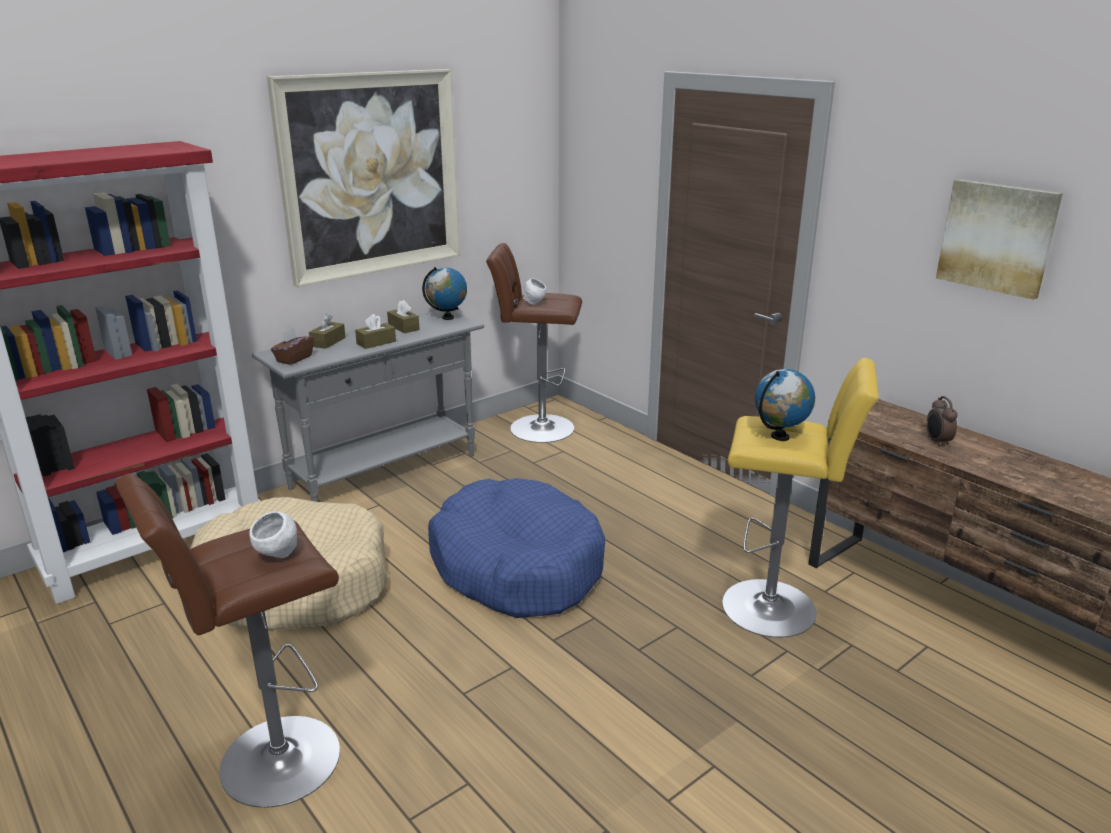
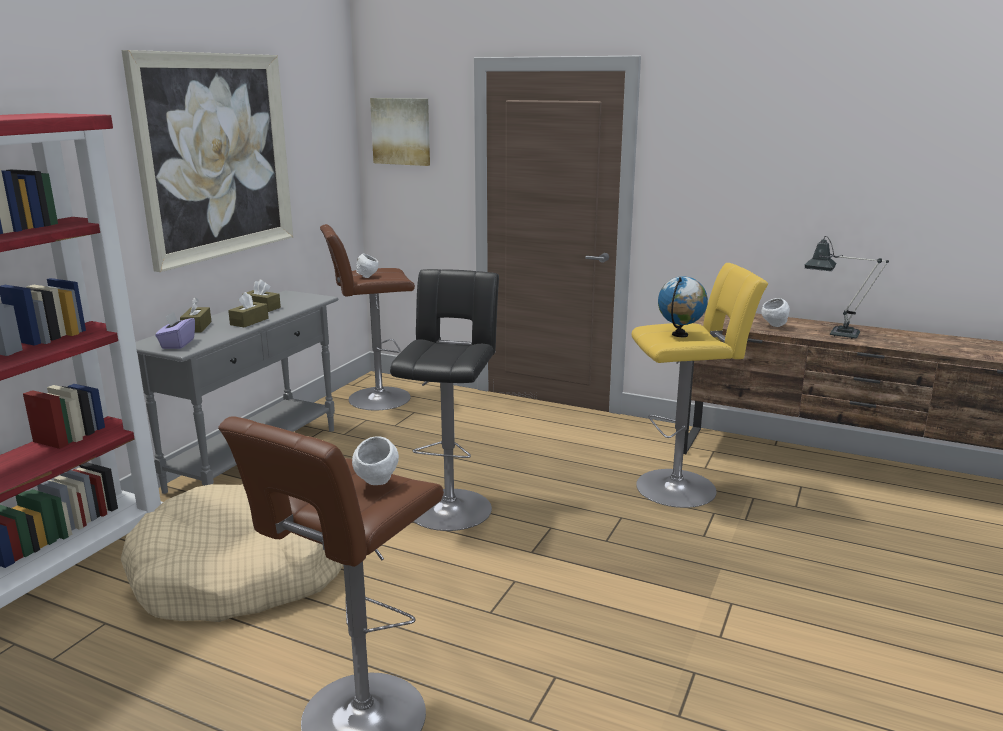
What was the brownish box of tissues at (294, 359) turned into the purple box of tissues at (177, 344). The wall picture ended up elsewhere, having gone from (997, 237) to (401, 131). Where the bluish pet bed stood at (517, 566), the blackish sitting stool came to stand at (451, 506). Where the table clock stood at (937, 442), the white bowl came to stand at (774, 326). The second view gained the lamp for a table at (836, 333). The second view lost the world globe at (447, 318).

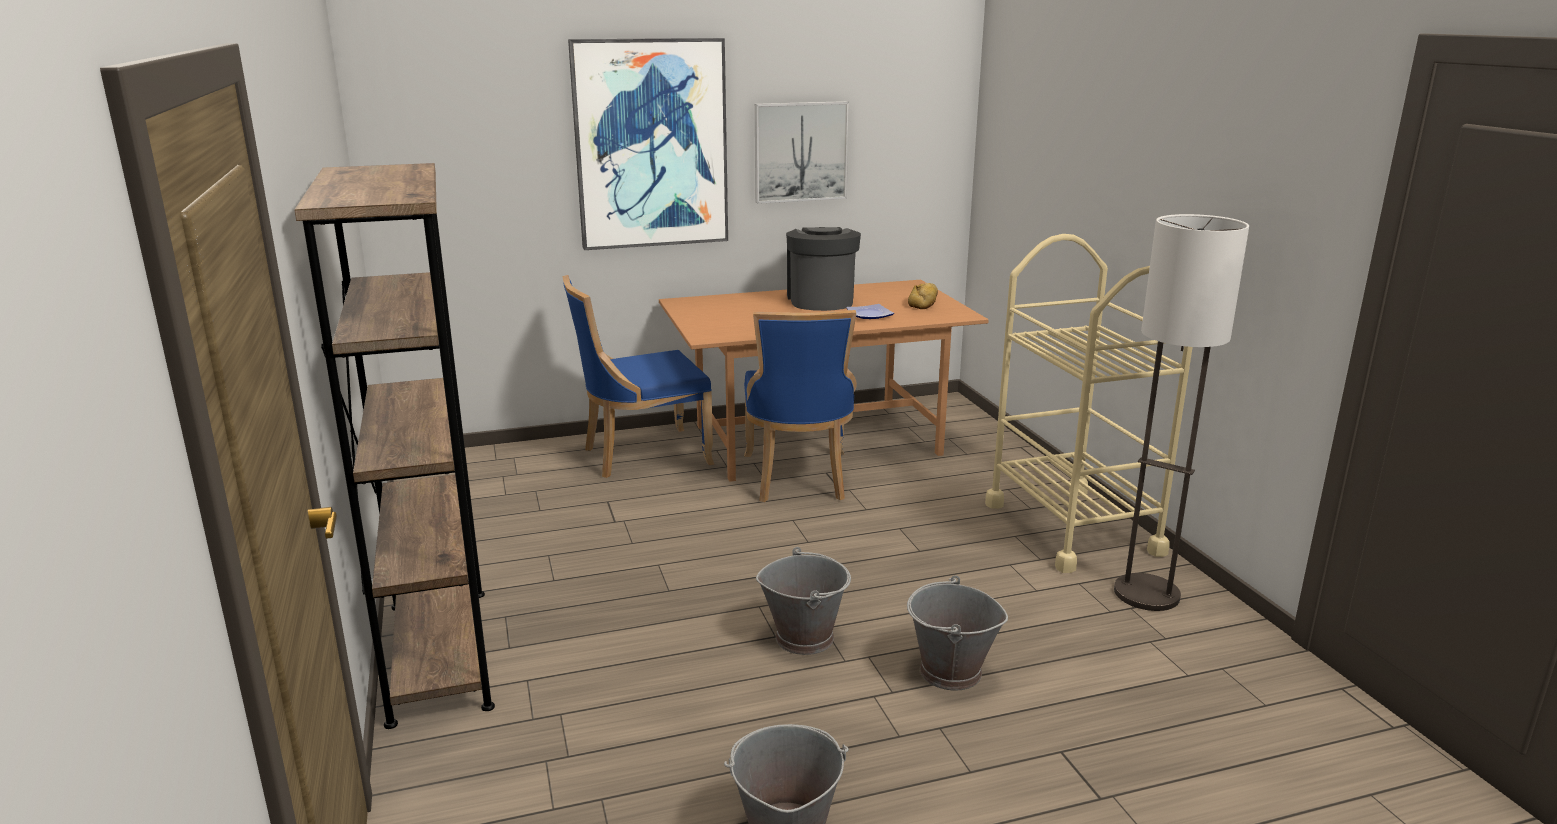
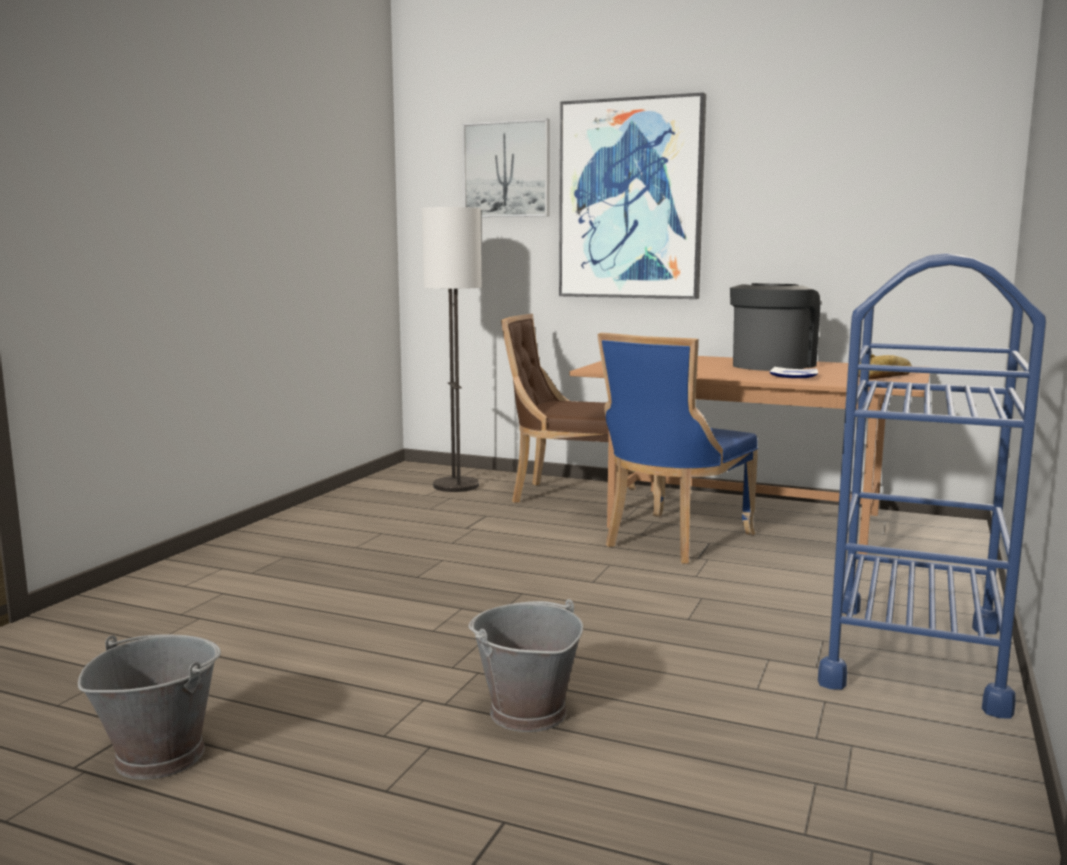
The standard lamp ended up elsewhere, having gone from (1147, 594) to (456, 486). The wall picture ended up elsewhere, having gone from (800, 152) to (507, 169). What was the bluish plain chair at (641, 455) turned into the brownish plain chair at (568, 496). What was the sand-coloured cart at (1072, 528) turned into the bluish cart at (914, 655). The second view lost the brownish bookshelf at (439, 653). The second view lost the grey water bucket at (805, 637).

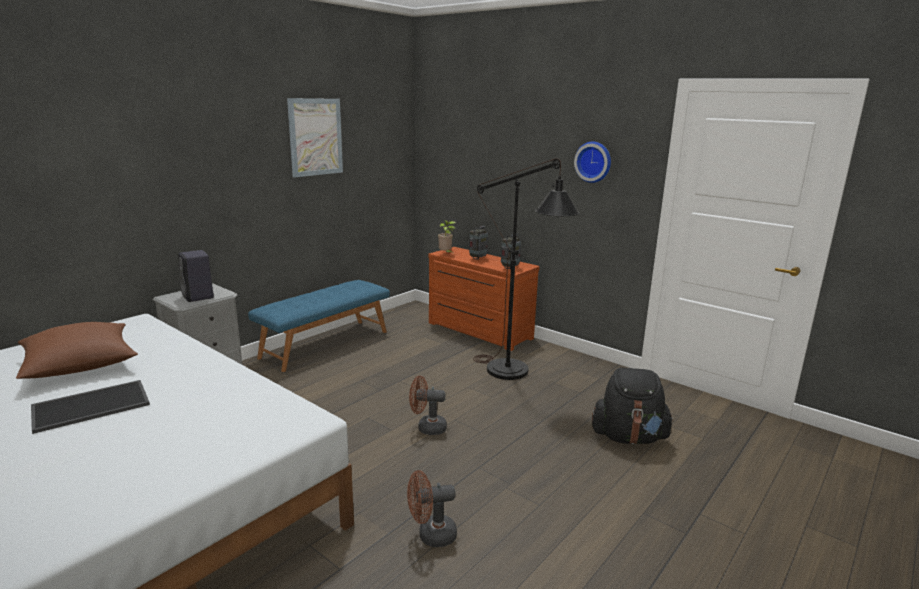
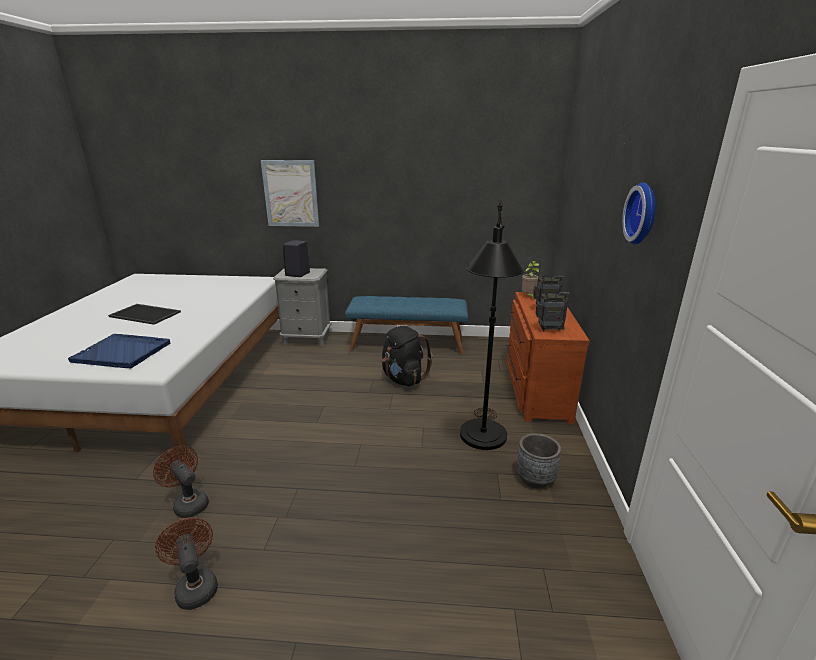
The second view gained the bluish carrying tray at (122, 352). The brownish cooling fan ended up elsewhere, having gone from (427, 428) to (195, 586). The wall picture ended up elsewhere, having gone from (315, 137) to (291, 193). The blackish knapsack ended up elsewhere, having gone from (629, 437) to (403, 379). The second view gained the grey planter at (535, 479). The second view lost the brownish pillow at (79, 365).

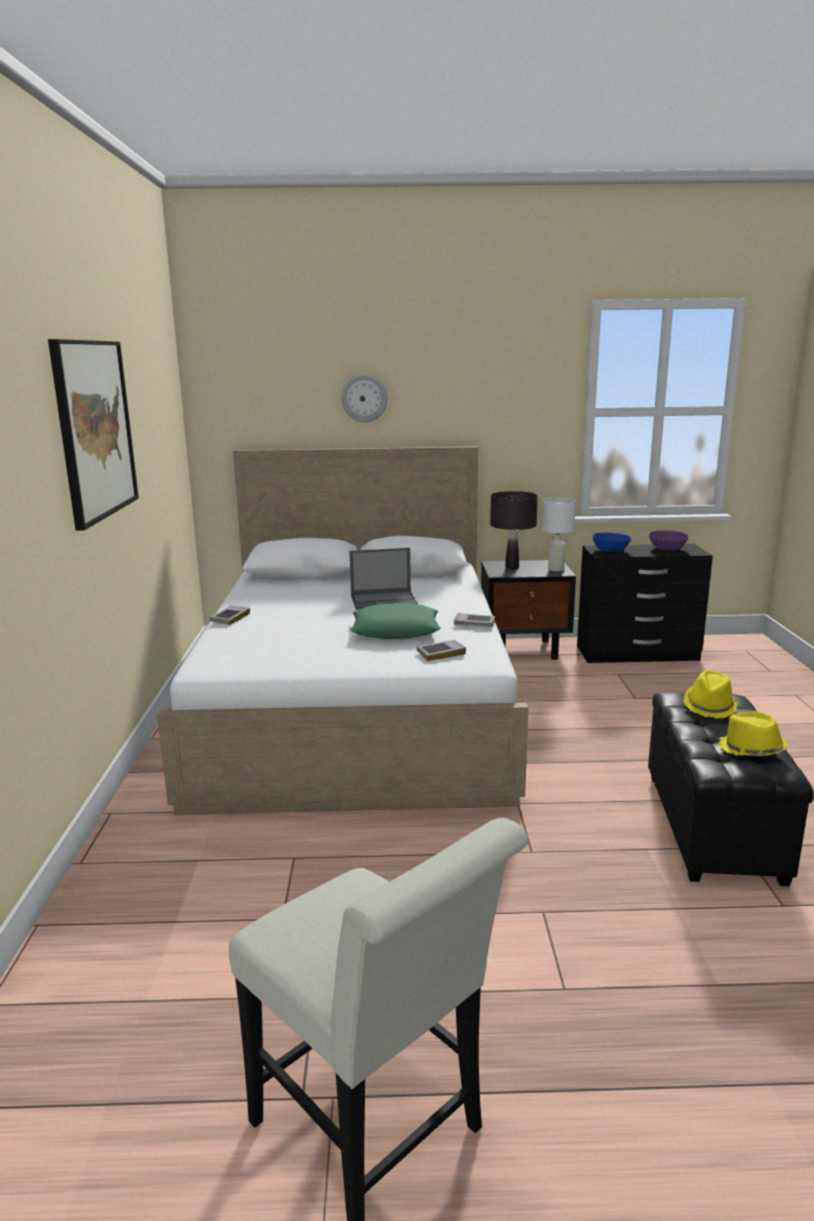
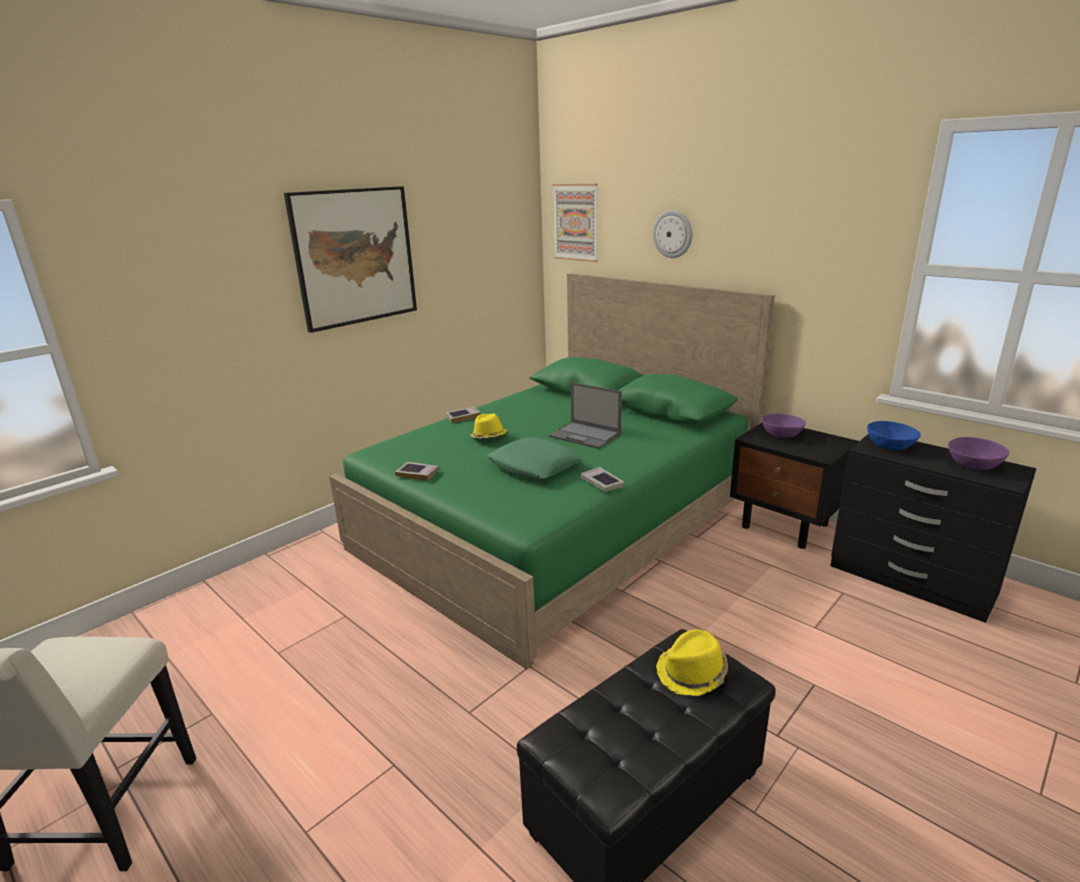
What was the white bed at (357, 707) turned into the green bed at (558, 522). The book ended up elsewhere, having gone from (441, 653) to (417, 474). The yellow hat ended up elsewhere, having gone from (751, 750) to (488, 437). The second view gained the wall picture at (576, 222). Where the blackish lamp for a table stood at (511, 567), the purple bowl came to stand at (781, 434). The second view lost the white lamp for a table at (556, 569).

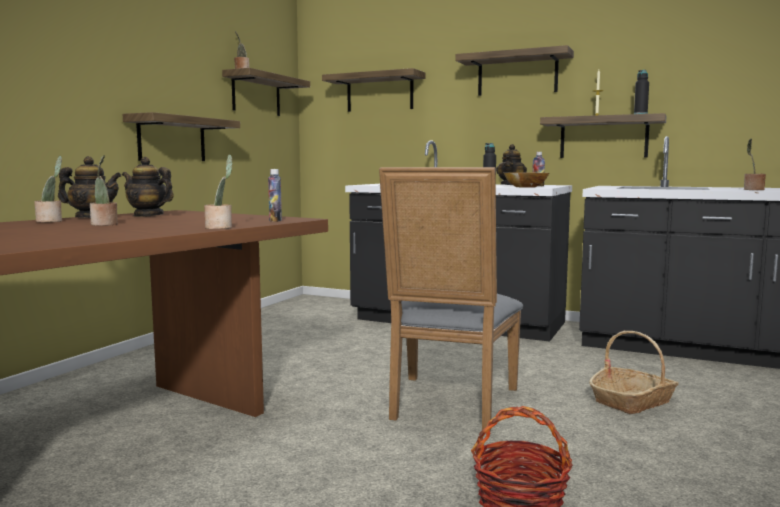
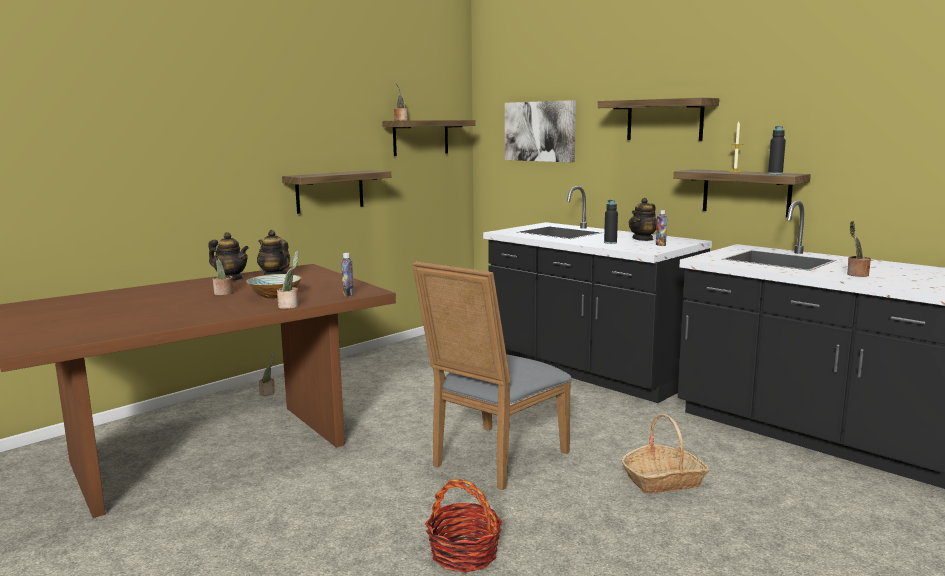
The bowl ended up elsewhere, having gone from (525, 187) to (275, 295). The houseplant ended up elsewhere, having gone from (51, 221) to (268, 393). Where the shelf hung at (379, 93), the wall picture came to hang at (540, 131).

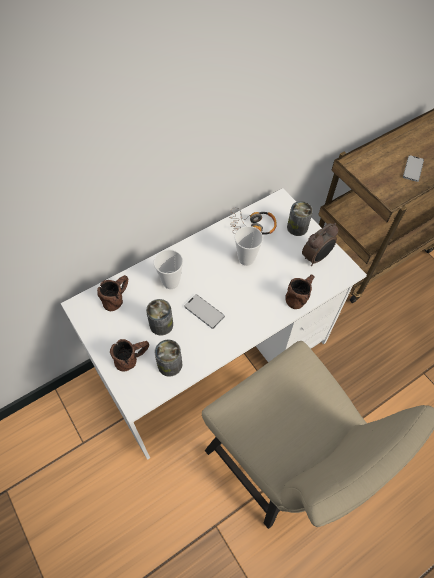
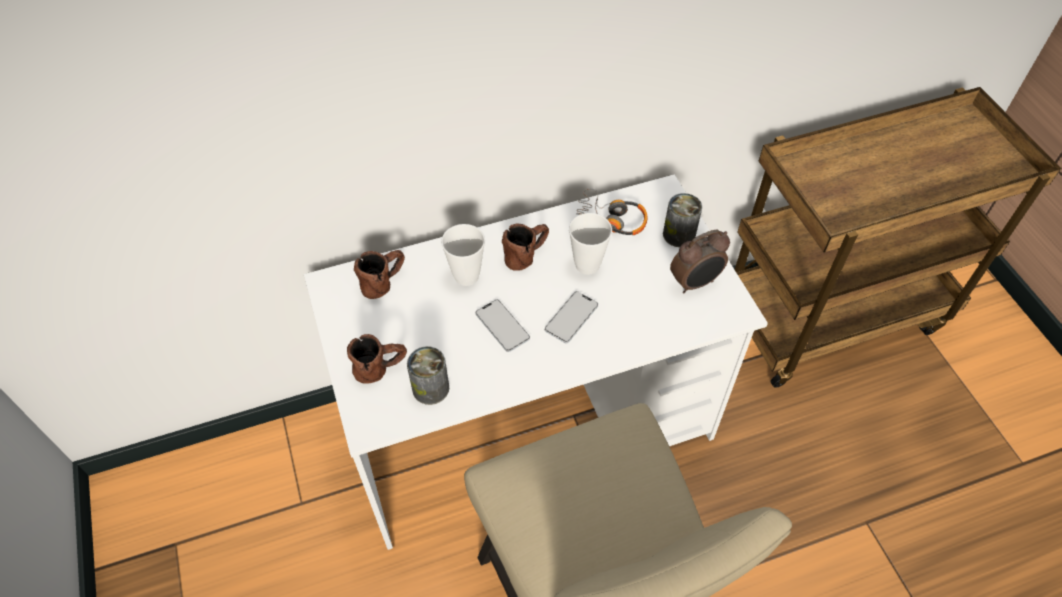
The brownish coffee mug ended up elsewhere, having gone from (299, 295) to (527, 254). The phone ended up elsewhere, having gone from (413, 169) to (571, 318). The second view lost the metal can at (161, 324).

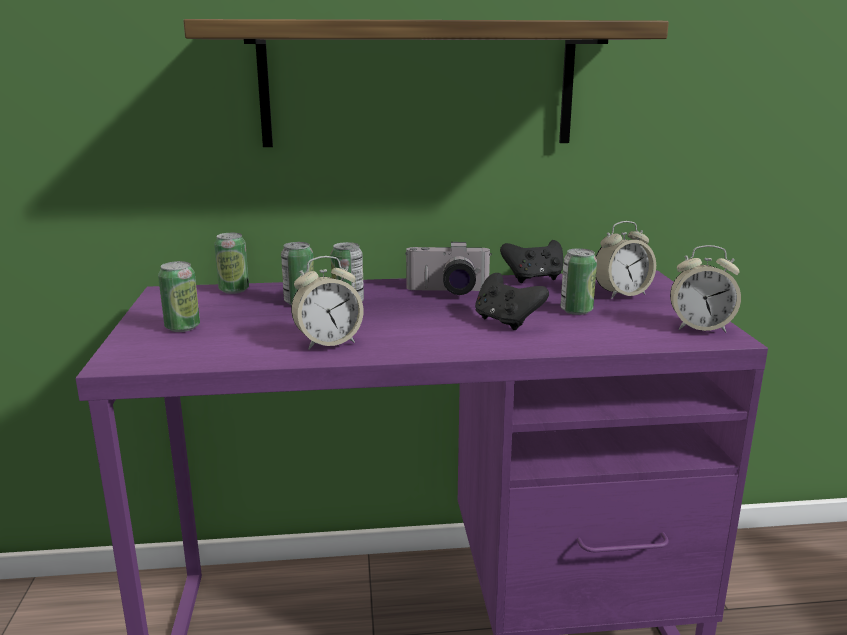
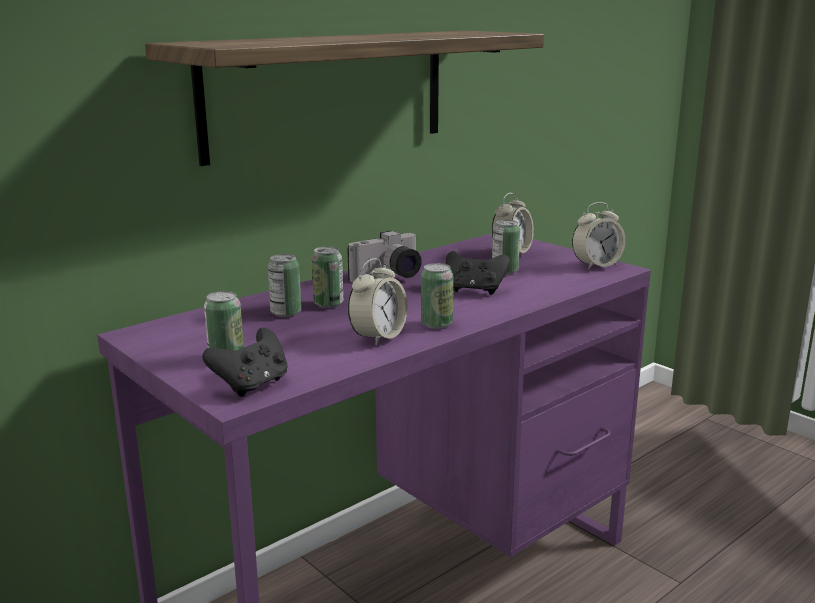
The blackish joypad ended up elsewhere, having gone from (533, 279) to (252, 385). The metal can ended up elsewhere, having gone from (234, 290) to (436, 324).

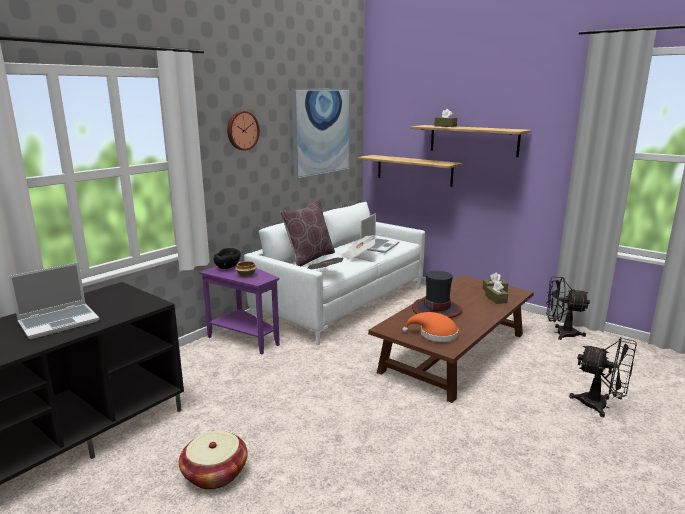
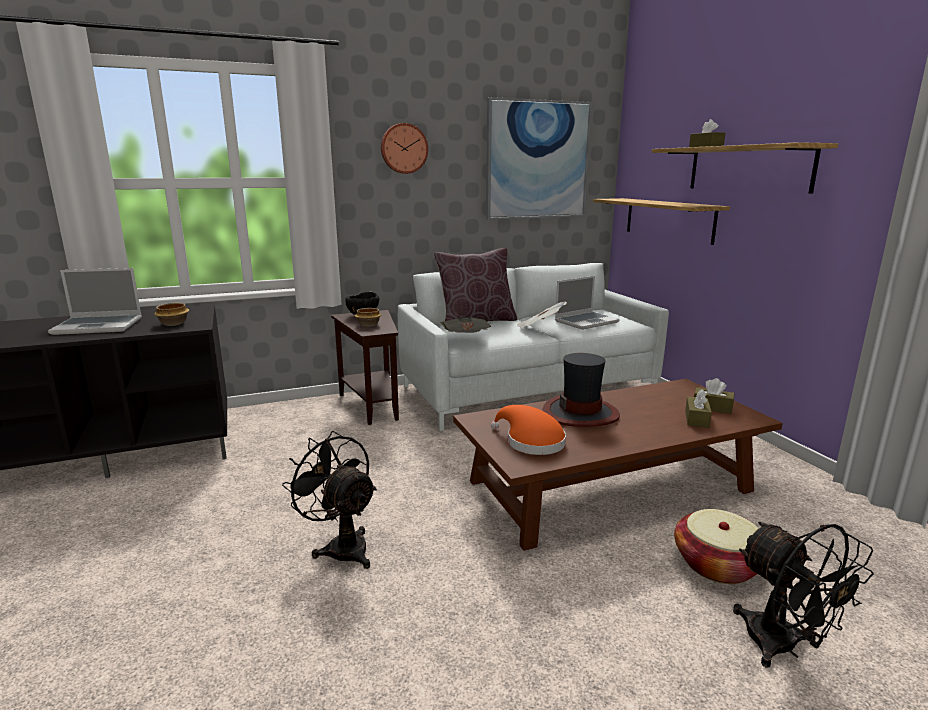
The second view gained the bowl at (174, 323). The blackish cooling fan ended up elsewhere, having gone from (560, 333) to (341, 546). What was the purple side table at (244, 338) turned into the brownish side table at (372, 404). The basket ended up elsewhere, having gone from (215, 473) to (717, 565).

